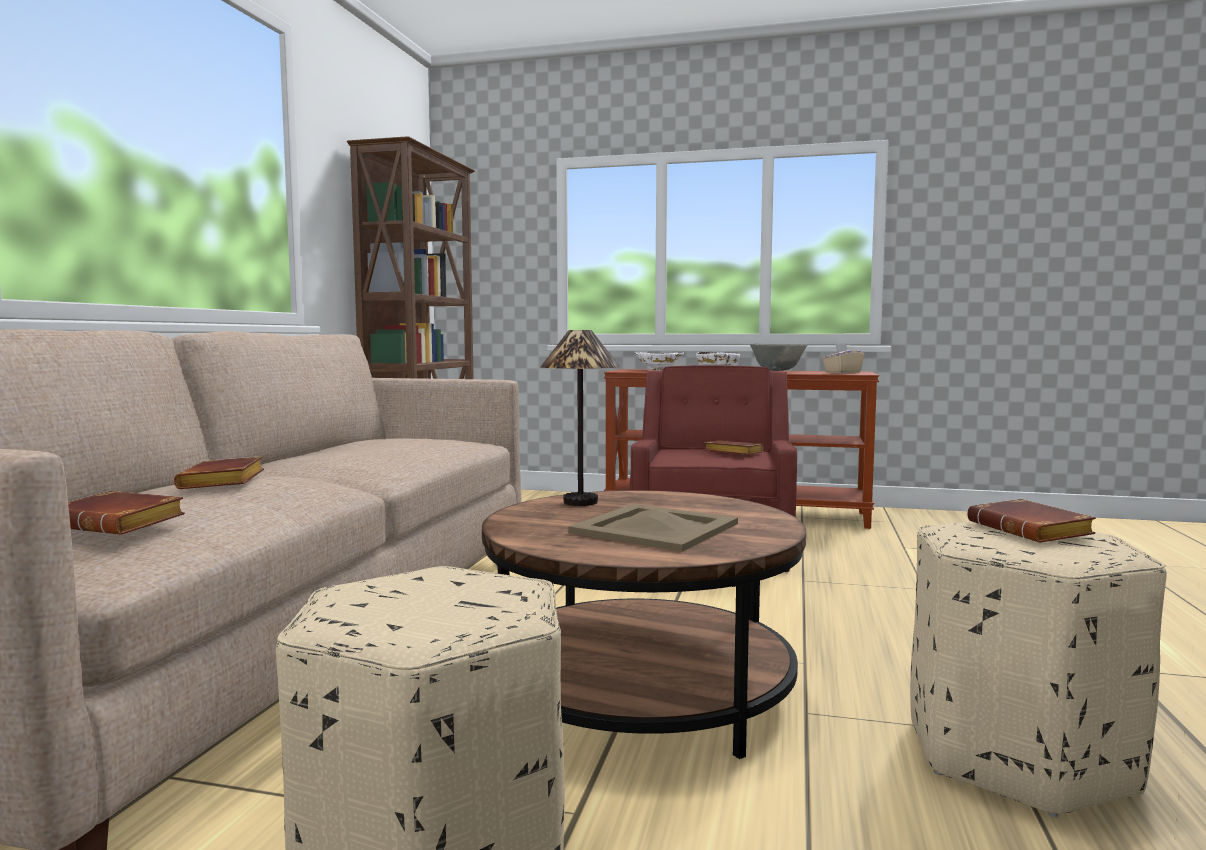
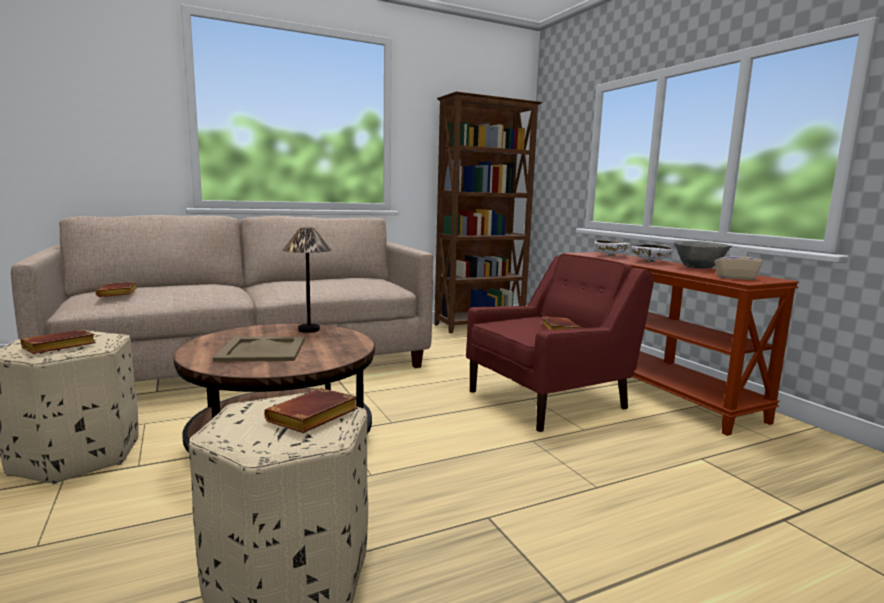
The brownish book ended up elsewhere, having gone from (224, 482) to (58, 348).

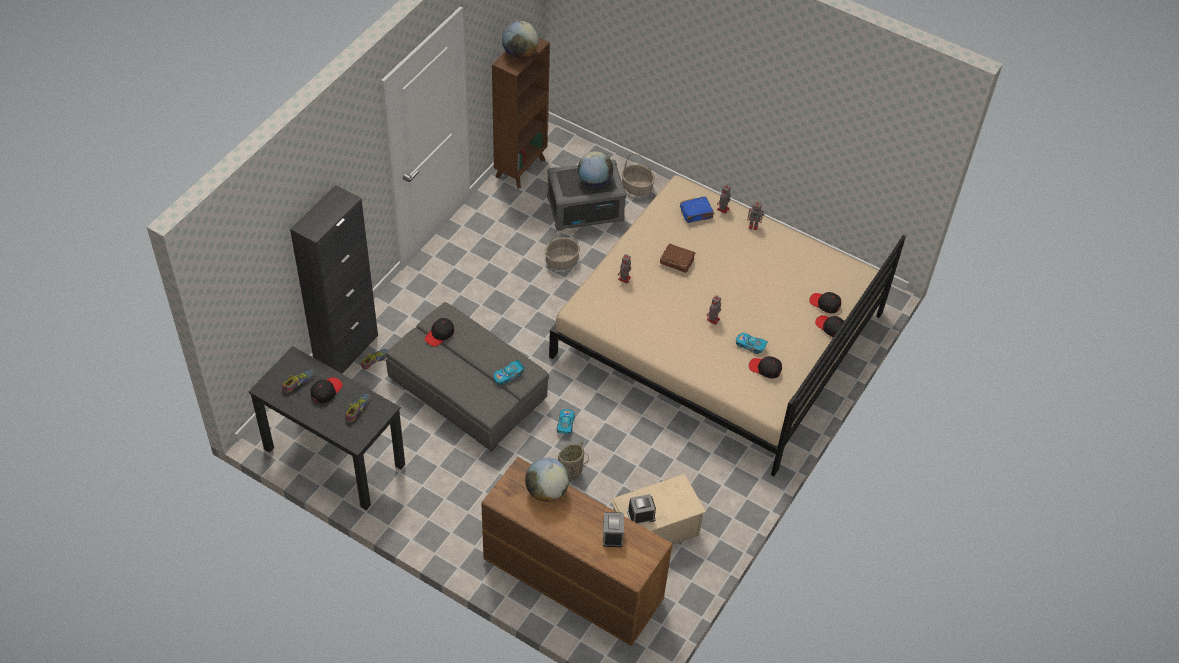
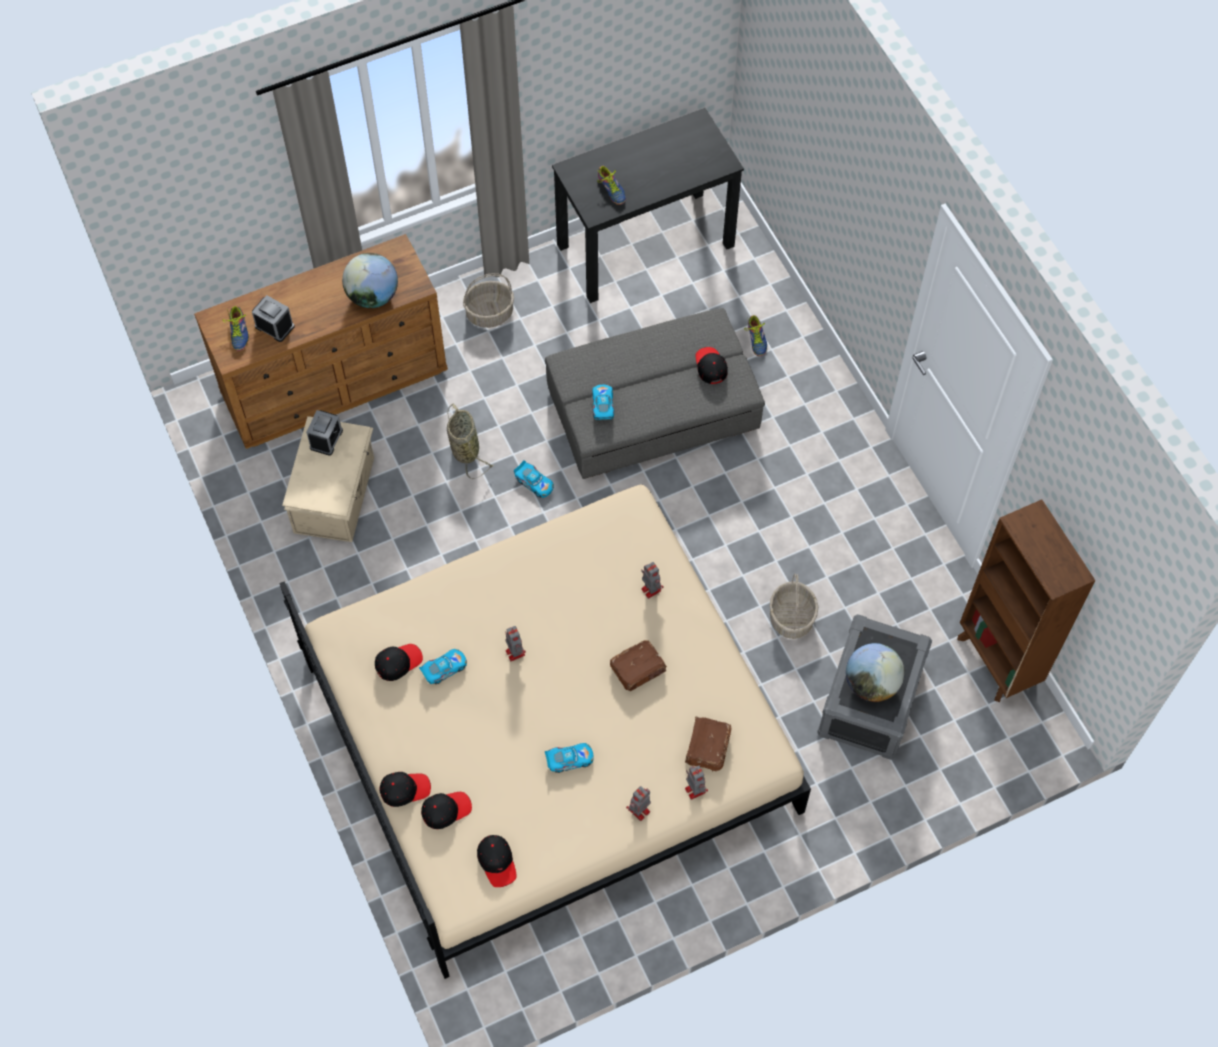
The item of footwear ended up elsewhere, having gone from (299, 383) to (237, 333). The basket ended up elsewhere, having gone from (636, 187) to (490, 313). The blackish cap ended up elsewhere, having gone from (326, 391) to (497, 862). The second view gained the model car at (569, 759). What was the bluish book at (696, 214) turned into the brownish book at (707, 748). The second view lost the blackish cabinet at (346, 350). The second view lost the world globe at (520, 53).

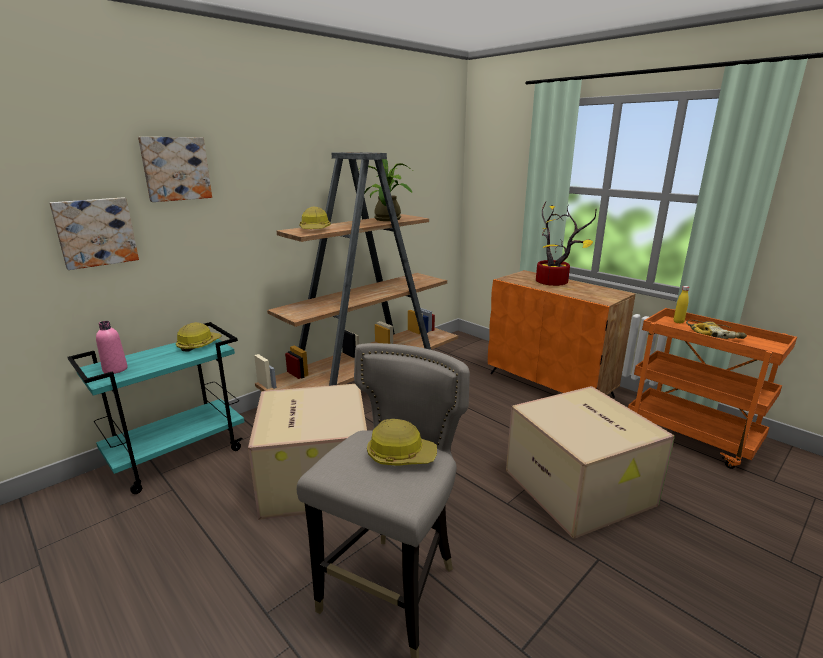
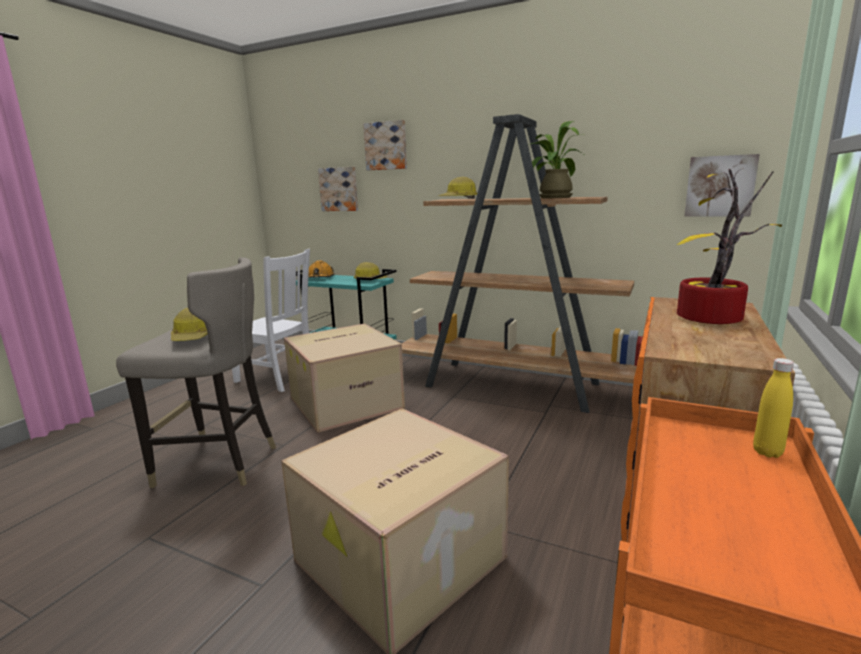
The second view gained the white plain chair at (278, 378). Where the pinkish beverage bottle stood at (115, 369), the orange-coloured safety helmet came to stand at (320, 278). The second view gained the wall picture at (720, 186). The second view lost the drill at (714, 334).

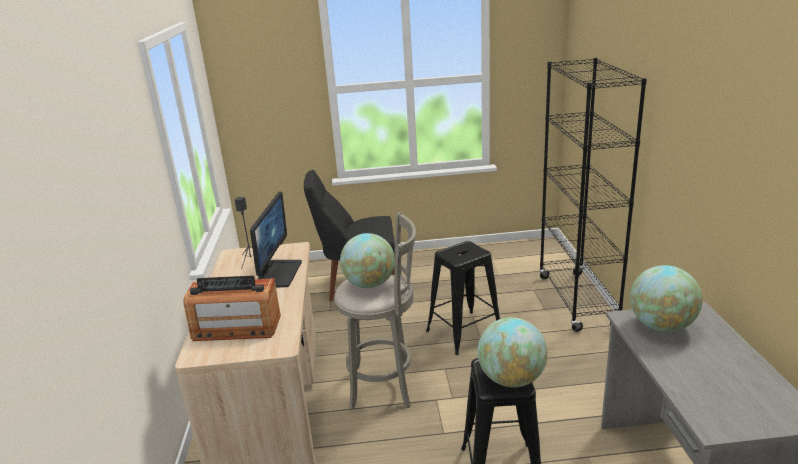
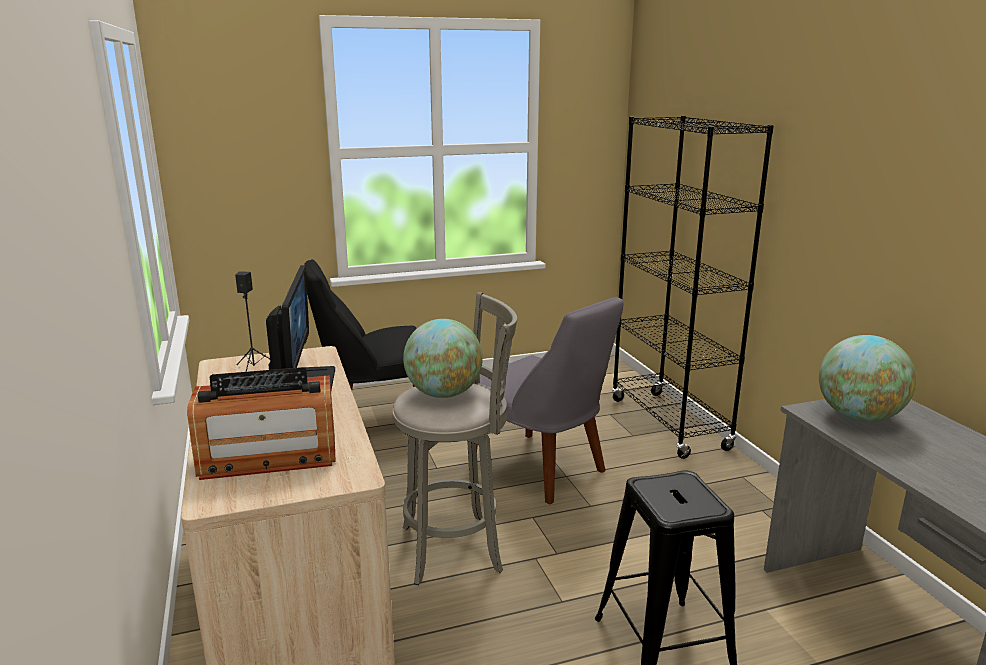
Where the blackish sitting stool stood at (464, 332), the grey plain chair came to stand at (542, 470). The second view lost the world globe at (511, 379).

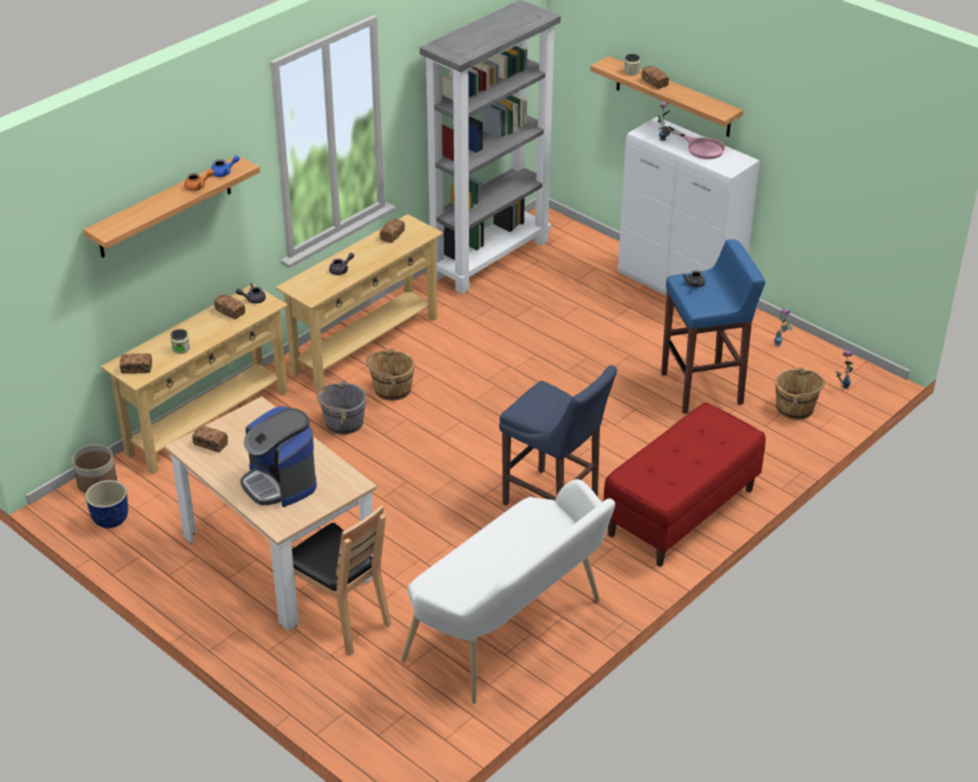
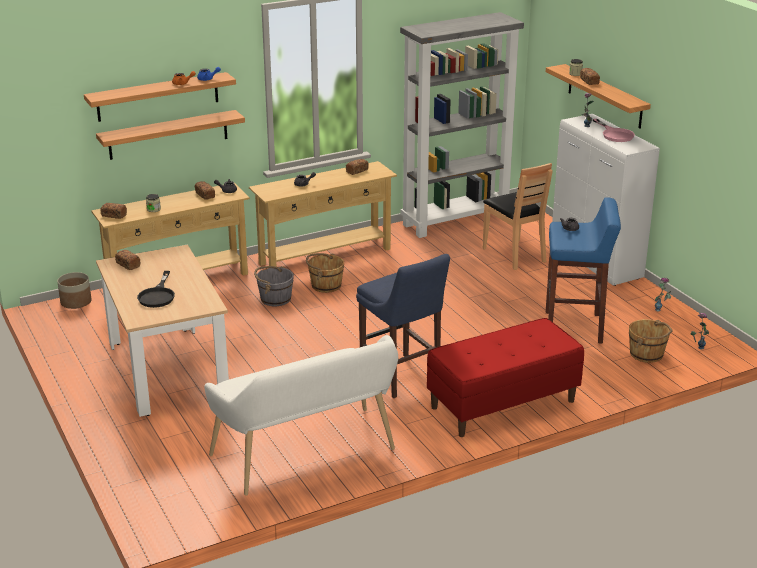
The second view gained the shelf at (168, 135). Where the coffee maker stood at (280, 483), the blackish skillet came to stand at (158, 295). The brownish plain chair ended up elsewhere, having gone from (340, 618) to (514, 254). The second view lost the planter at (110, 520).

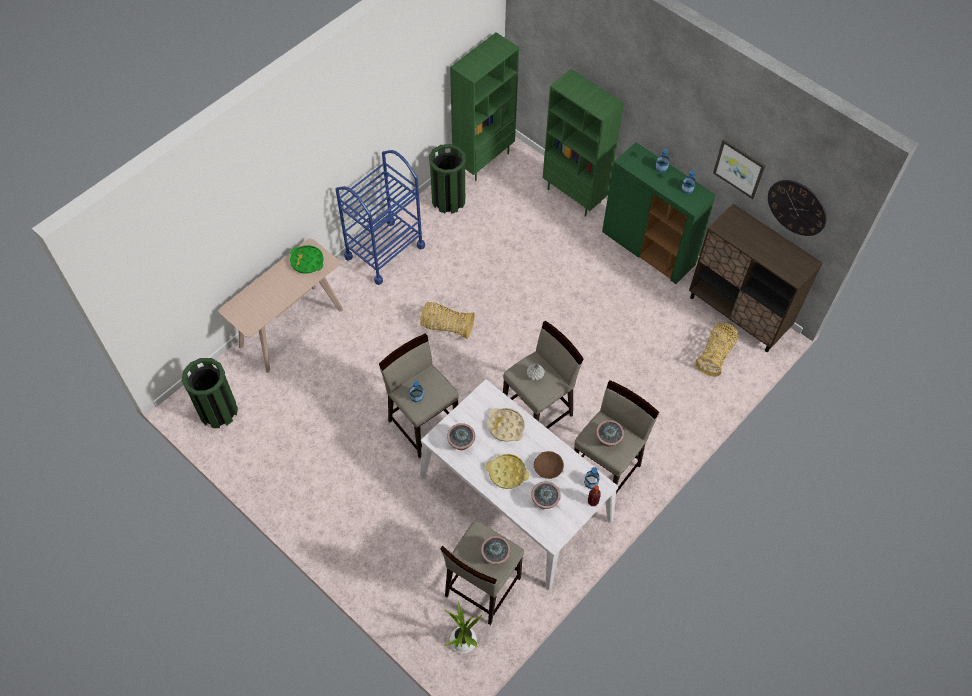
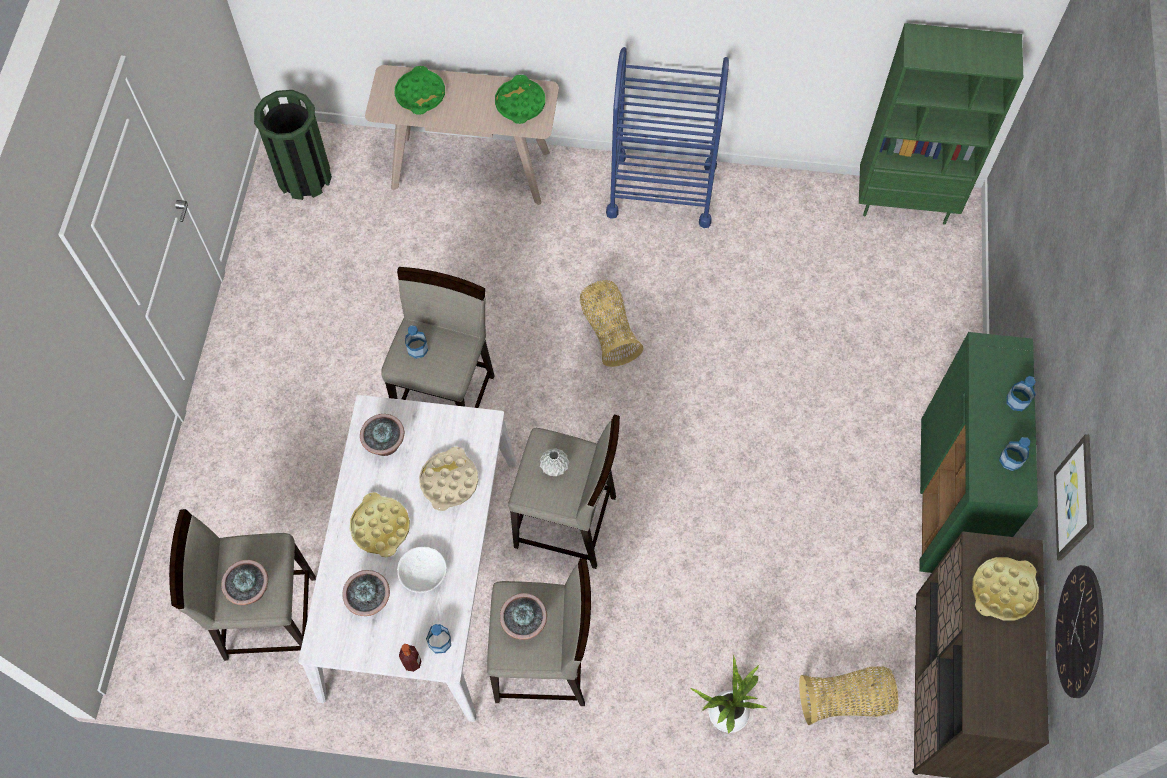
The second view gained the green carrying tray at (420, 94). What was the brownish bowl at (548, 468) turned into the white bowl at (423, 573). The houseplant ended up elsewhere, having gone from (462, 643) to (725, 714). The second view gained the yellow carrying tray at (1003, 591). The second view lost the green waste bin at (448, 200). The second view lost the green bookshelf at (575, 196).

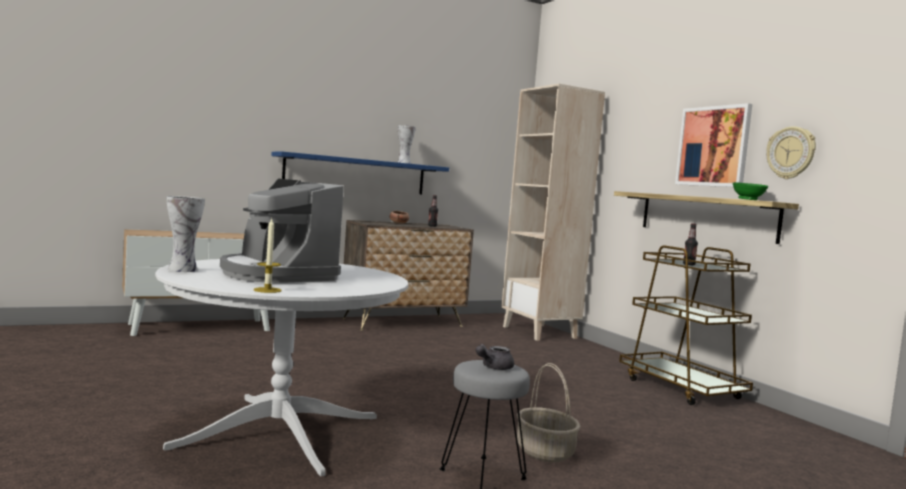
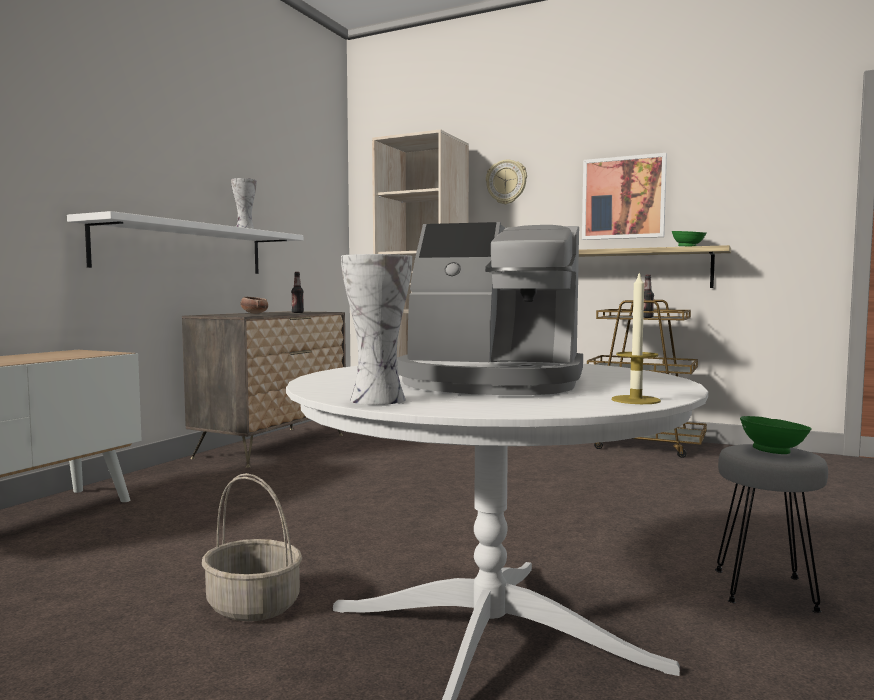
What was the bluish shelf at (356, 174) turned into the white shelf at (183, 249). The basket ended up elsewhere, having gone from (545, 452) to (254, 605). The clock on the wall ended up elsewhere, having gone from (791, 153) to (506, 182). Where the grey teapot stood at (493, 367), the green bowl came to stand at (774, 451).

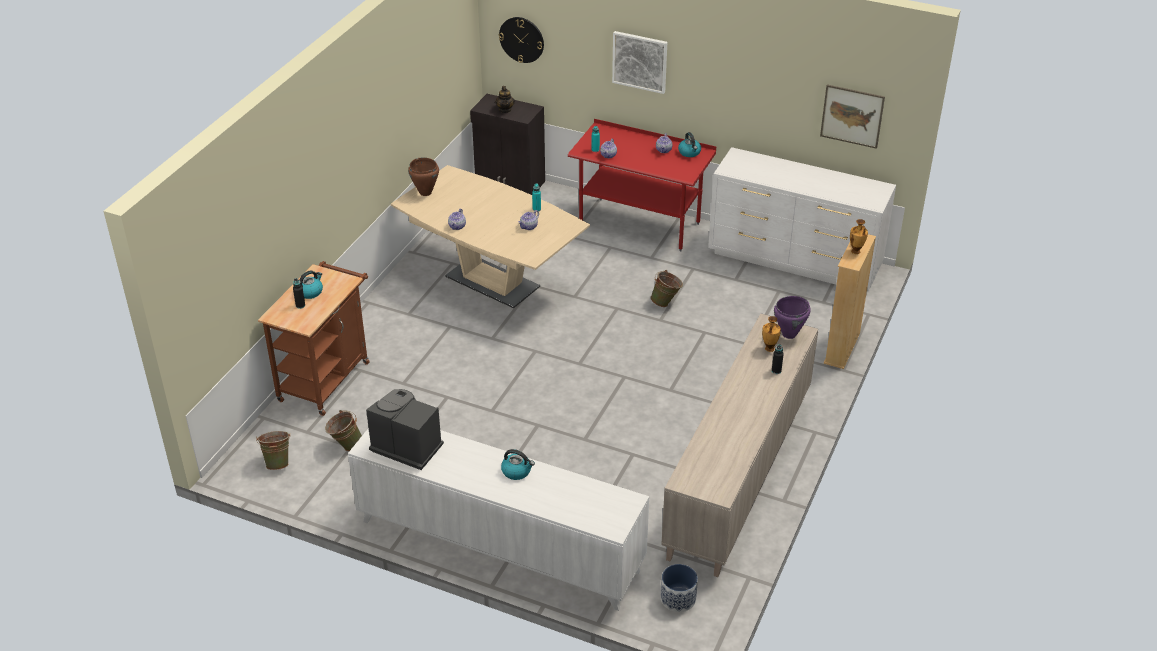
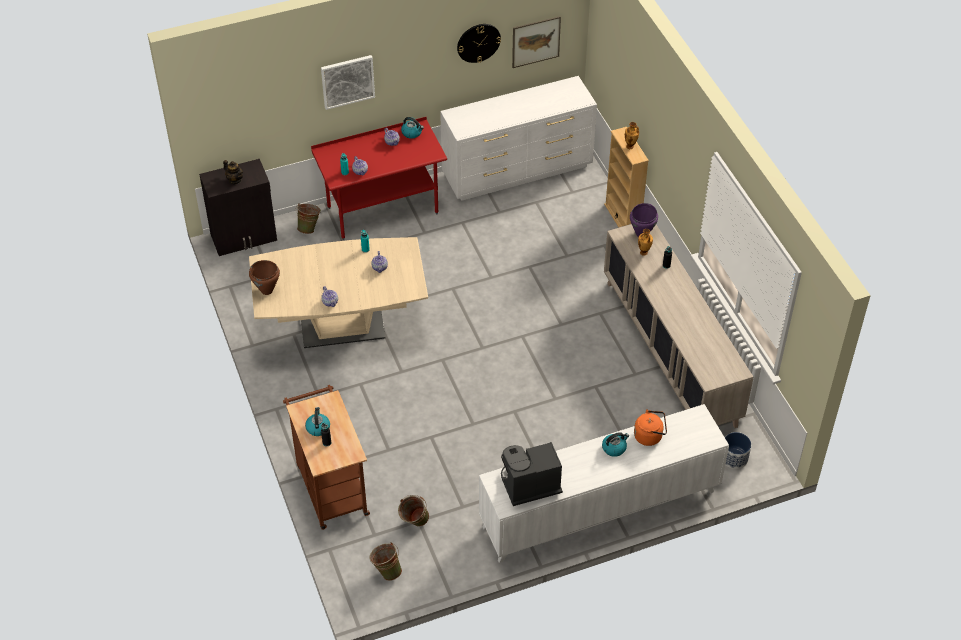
The green water bucket ended up elsewhere, having gone from (666, 303) to (309, 228). The clock on the wall ended up elsewhere, having gone from (521, 39) to (478, 42). The second view gained the orange-coloured water kettle at (649, 436).

